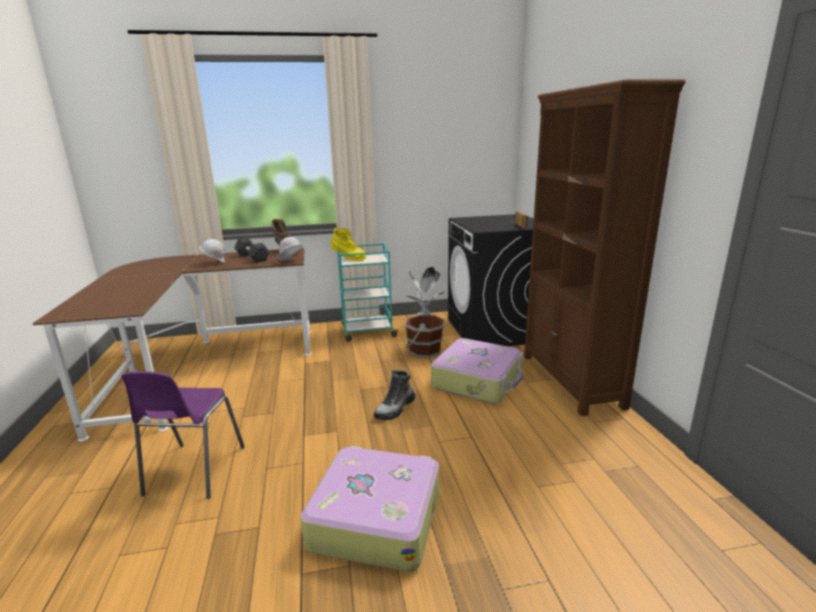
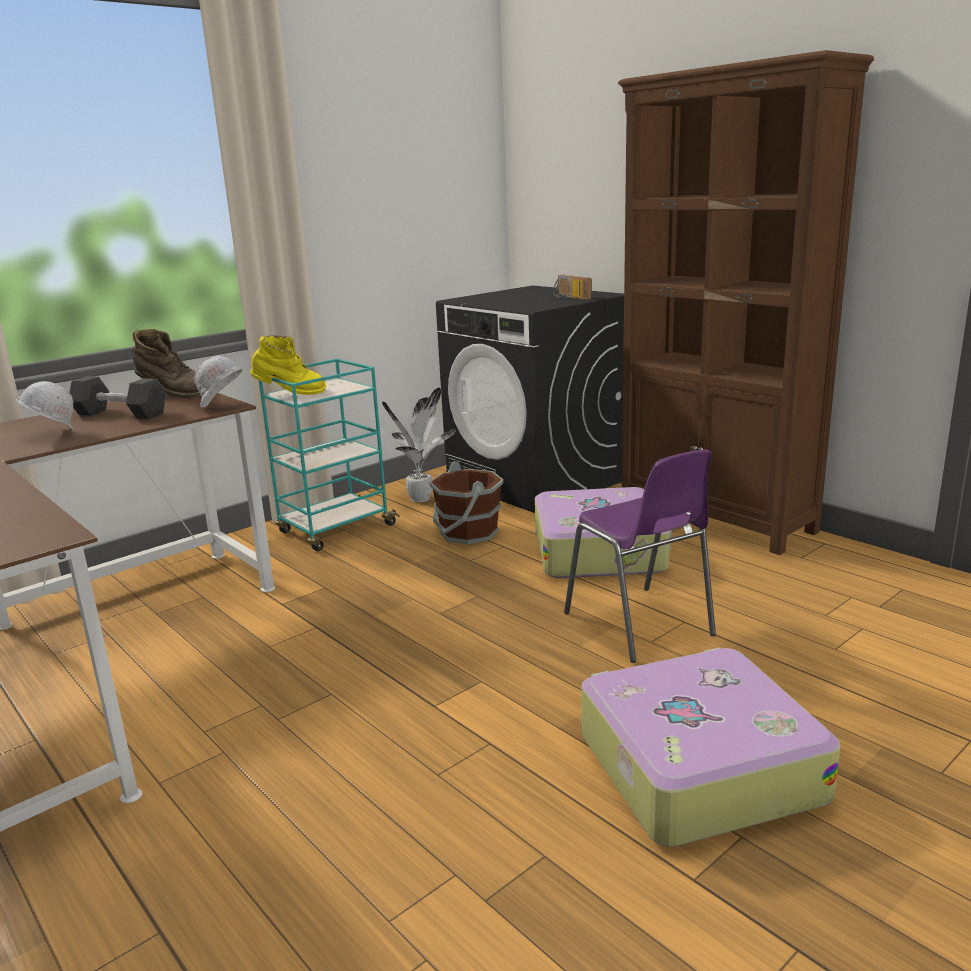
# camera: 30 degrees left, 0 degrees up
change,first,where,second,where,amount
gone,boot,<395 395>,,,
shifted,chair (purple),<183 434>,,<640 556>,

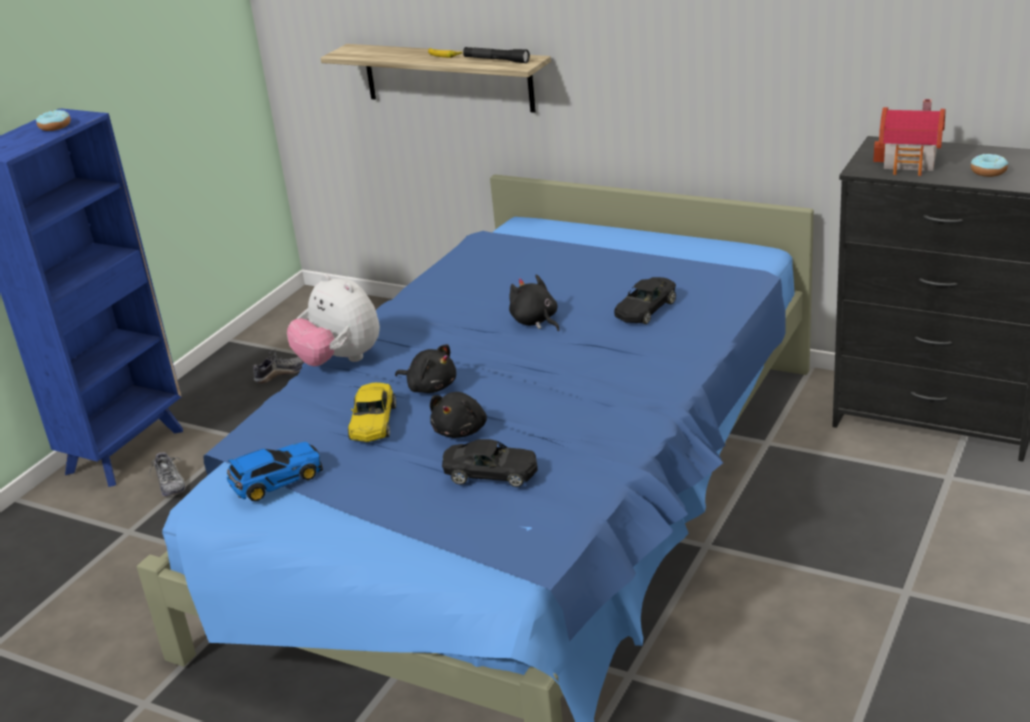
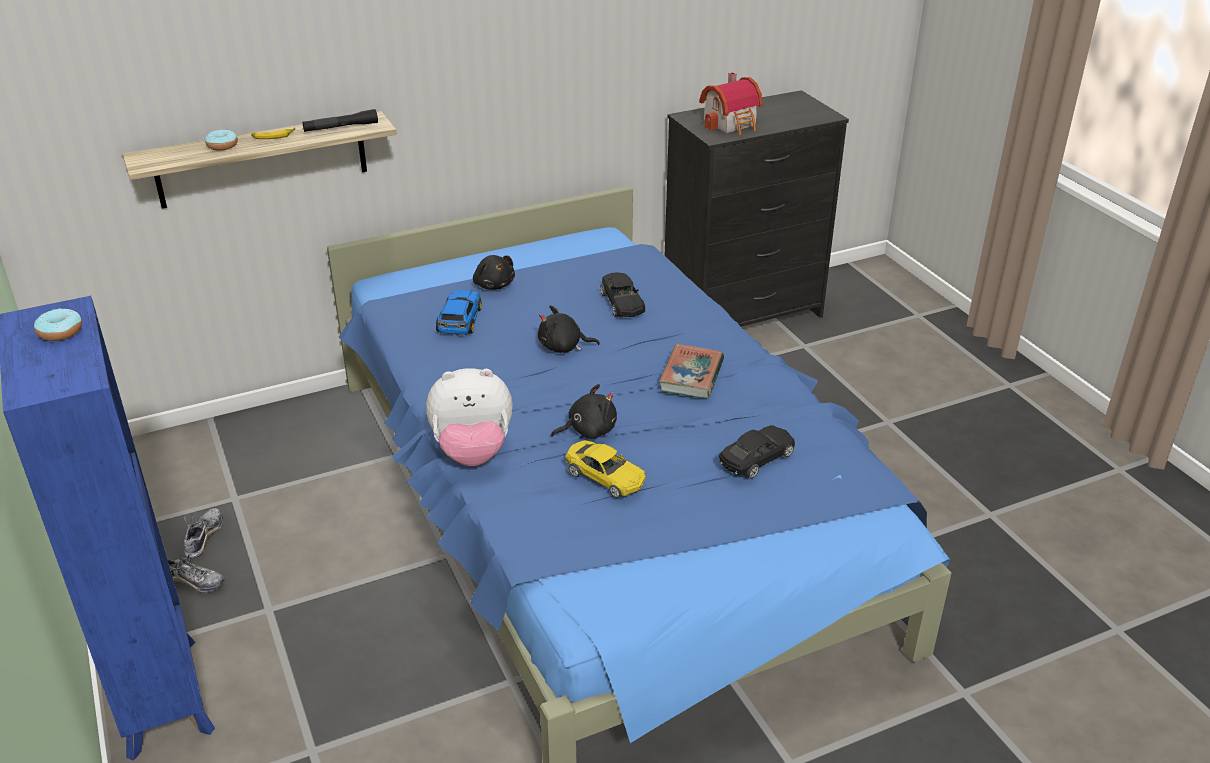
# camera: 55 degrees left, 5 degrees up
change,first,where,second,where,amount
shifted,donut,<989 165>,,<221 140>,
shifted,plush toy (black),<458 415>,,<494 272>,
shifted,toy car,<275 471>,,<459 312>,
shifted,shoe,<167 473>,,<196 572>,
new,,,book,<691 371>,

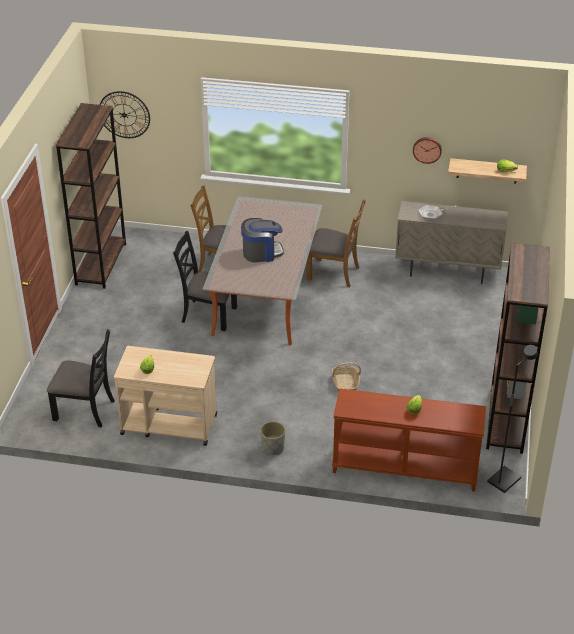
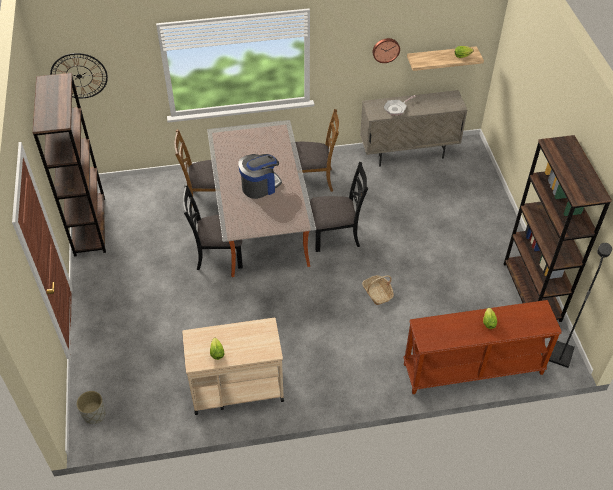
# camera: 20 degrees left, 10 degrees up
change,first,where,second,where,amount
shifted,chair (black),<81 378>,,<339 207>,
shifted,planter (grey),<272 438>,,<90 407>,

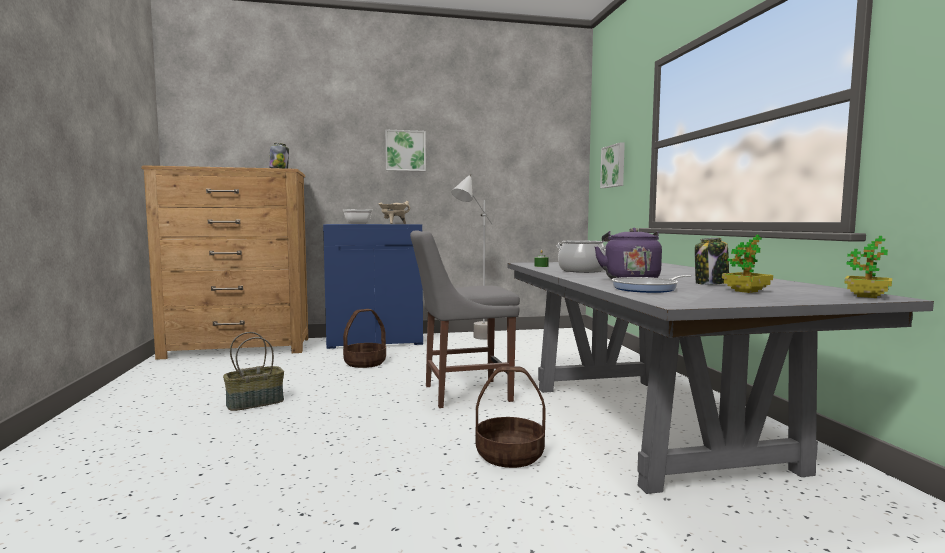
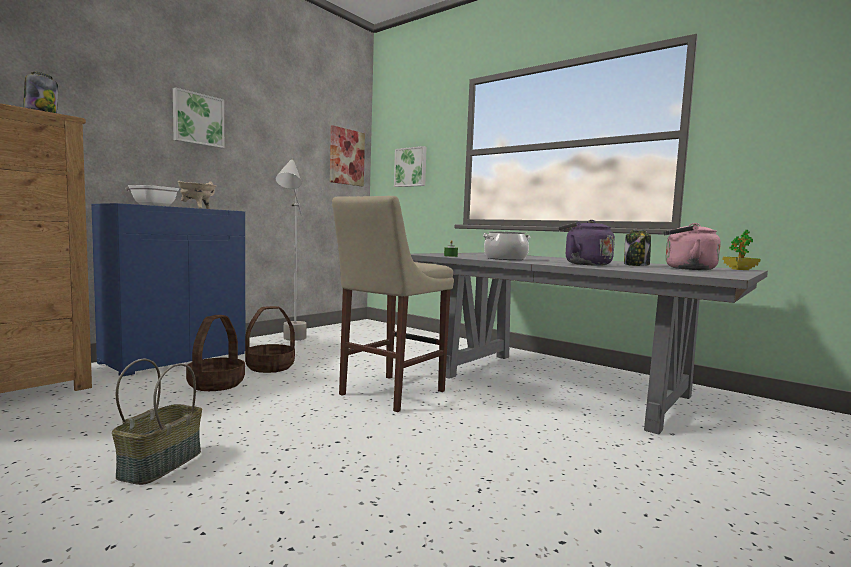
# camera: 40 degrees left, 0 degrees up
change,first,where,second,where,amount
swapped,chair (grey),<465 319>,stool (beige),<393 304>,
swapped,potted plant,<747 264>,kettle (pink),<692 246>,
gone,frying pan,<652 284>,,,
shifted,basket,<510 417>,,<270 339>,
new,,,picture,<347 155>,

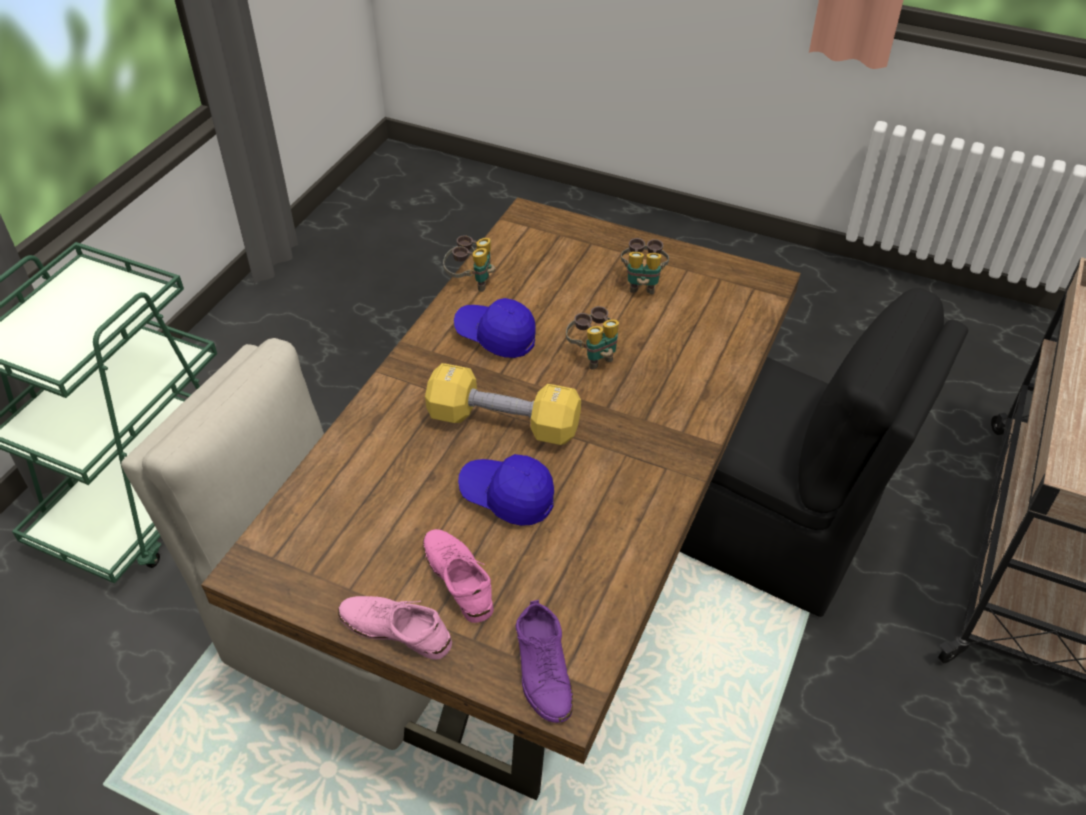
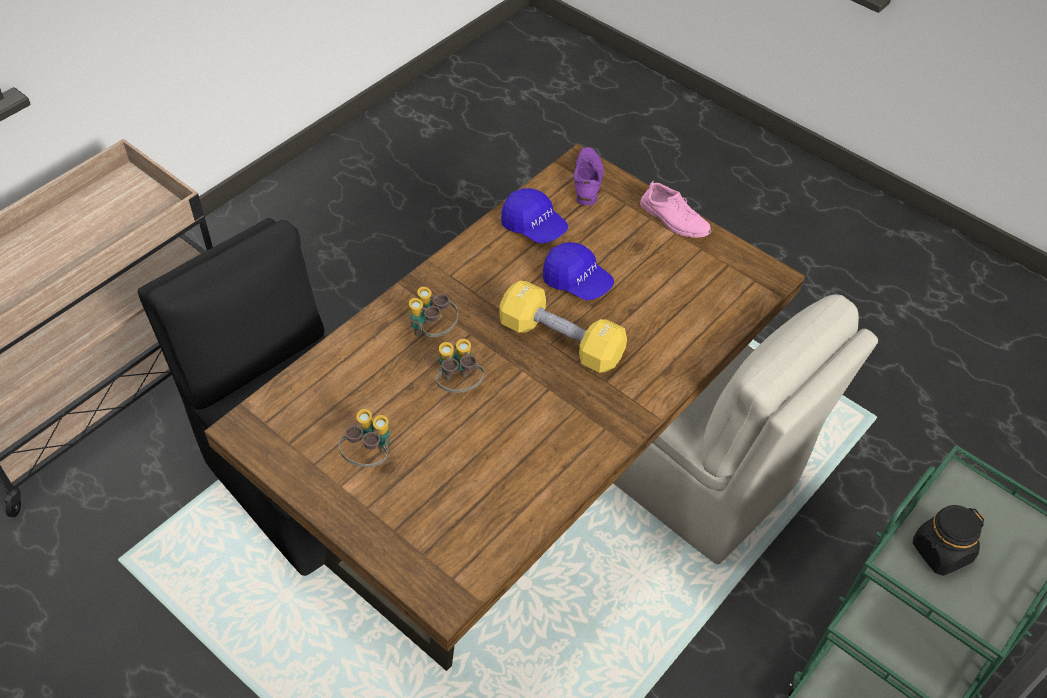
# camera: 165 degrees left, 5 degrees up
change,first,where,second,where,amount
shifted,binoculars,<469 264>,,<433 312>,
shifted,cap (blue),<495 328>,,<534 216>,
gone,shoe (pink),<458 576>,,,
new,,,jar (black),<948 540>,

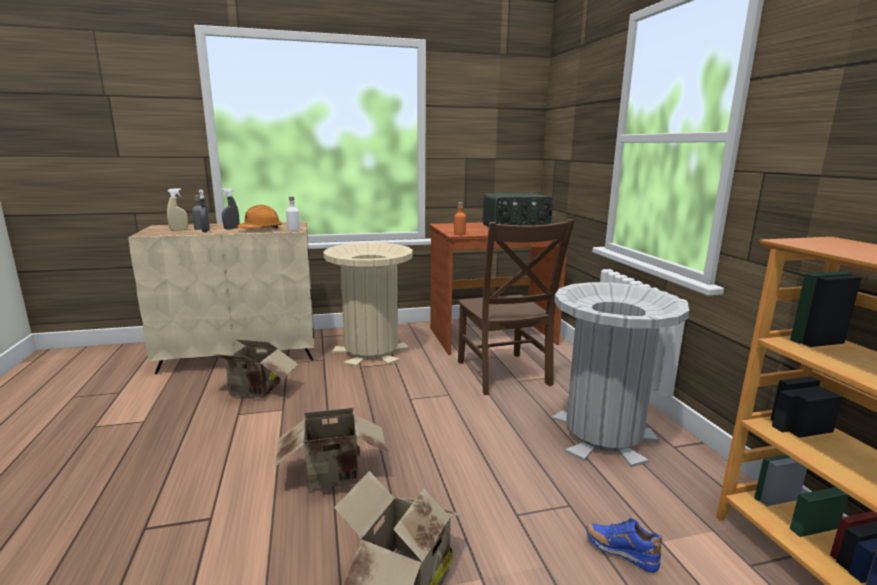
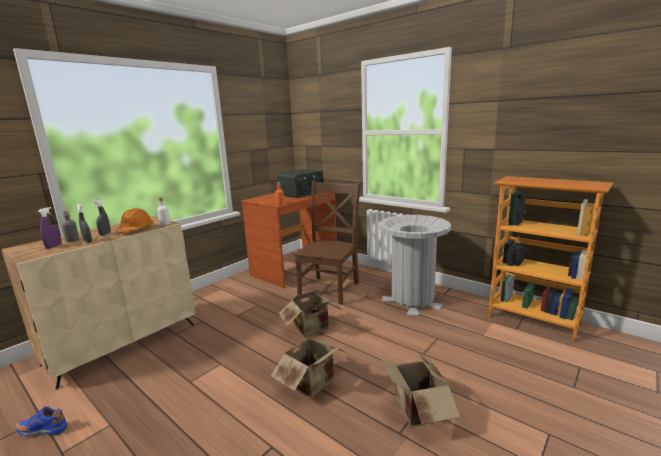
# camera: 35 degrees left, 0 degrees up
change,first,where,second,where,amount
repainted,spray bottle (beige),<177 209>,spray bottle (purple),<49 228>,
rotated,chair (brown),<516 307>,,<327 243>,105 degrees counterclockwise
gone,trash can (beige),<368 305>,,,
shifted,cardboard box,<254 368>,,<310 313>,
shifted,shoe (blue),<624 545>,,<41 421>,

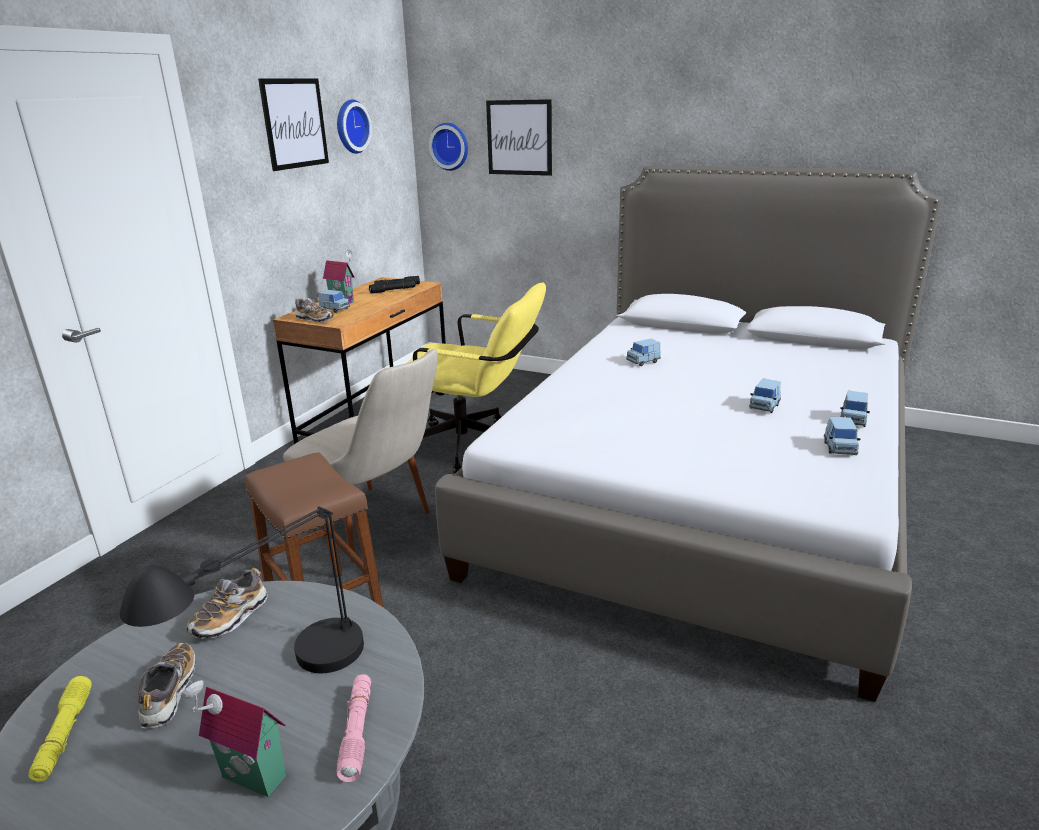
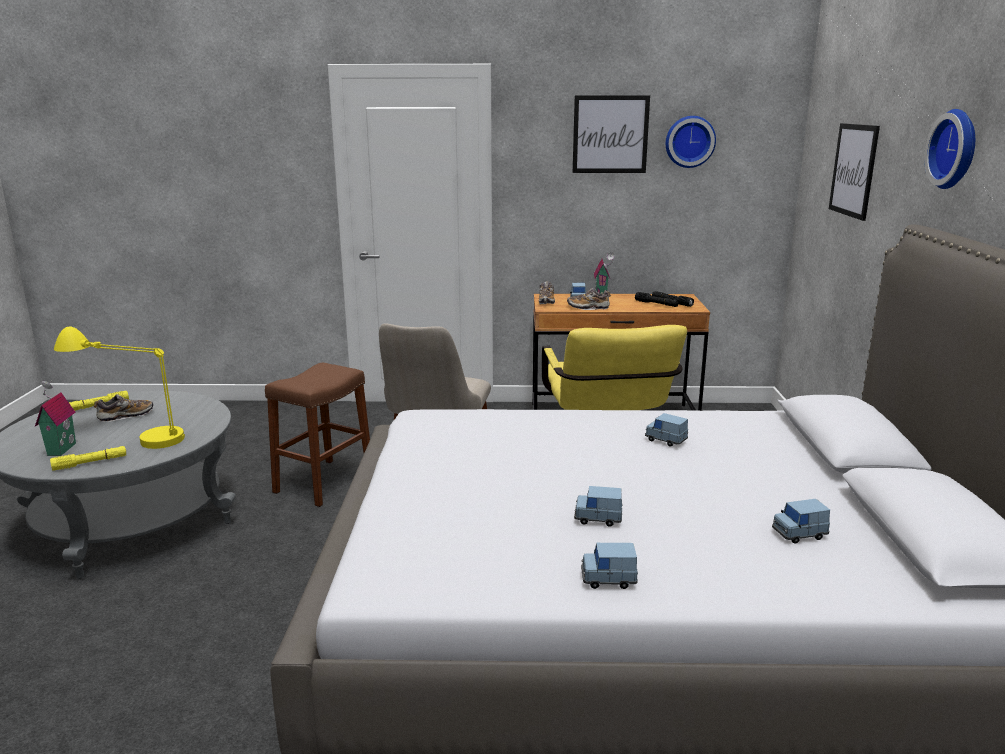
# camera: 65 degrees right, 5 degrees down
change,first,where,second,where,amount
shifted,wall clock,<448 147>,,<949 149>,
shifted,toy car (blue),<842 436>,,<801 521>,
repainted,table lamp (black),<241 589>,table lamp (yellow),<119 388>,
shifted,shoe,<227 603>,,<589 299>,
repainted,flashlight (pink),<354 728>,flashlight (yellow),<88 458>,

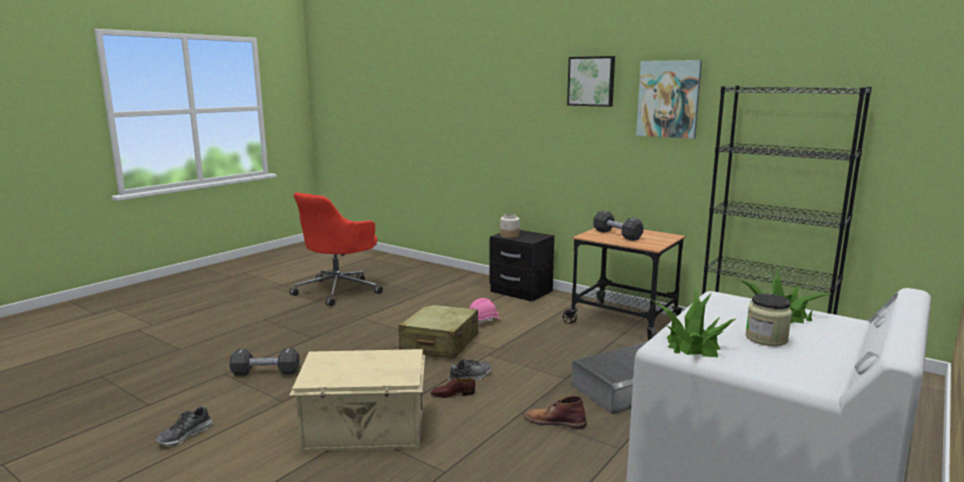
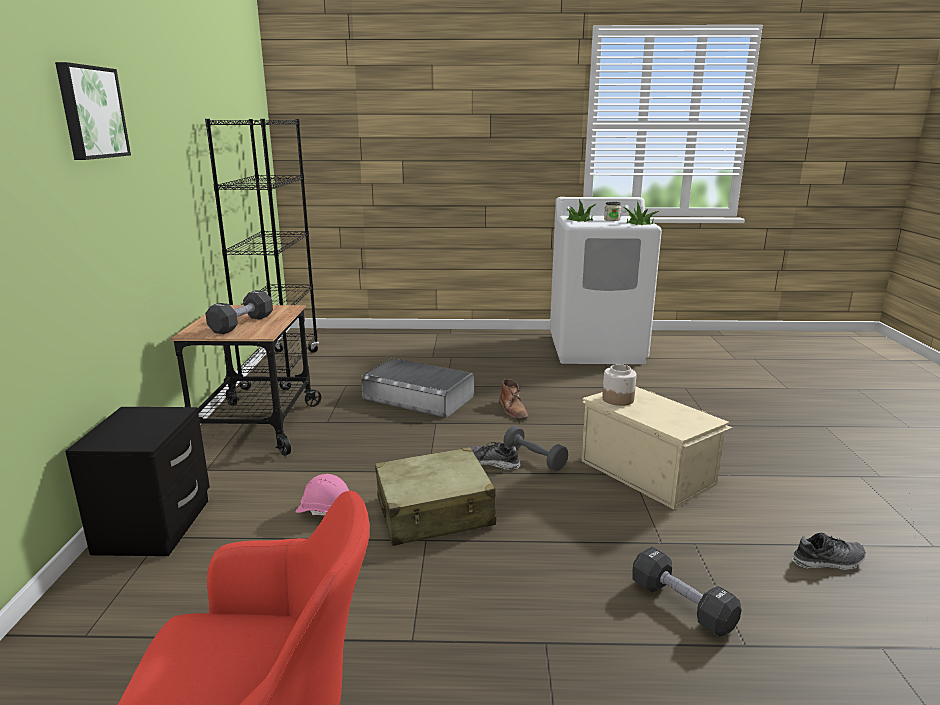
# camera: 125 degrees left, 5 degrees up
change,first,where,second,where,amount
gone,picture,<669 99>,,,
shifted,jar,<510 226>,,<619 385>,
swapped,shoe (brown),<453 387>,dumbbell (grey),<535 448>,

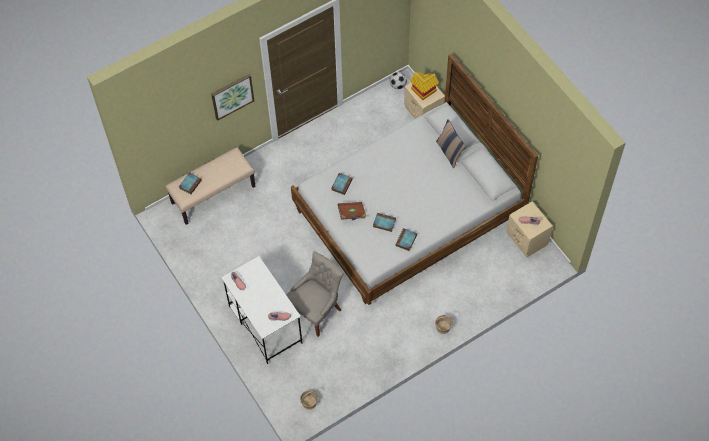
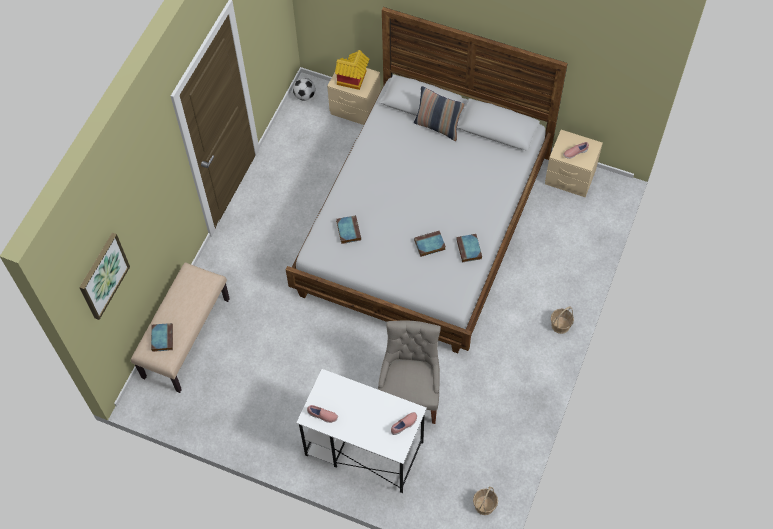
# camera: 35 degrees left, 0 degrees up
change,first,where,second,where,amount
shifted,picture,<232 97>,,<104 276>,
gone,book (brown),<351 211>,,,

